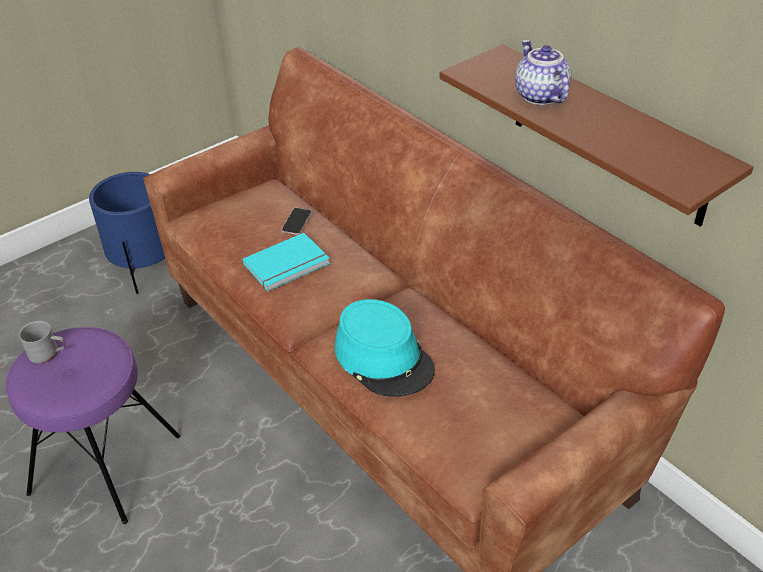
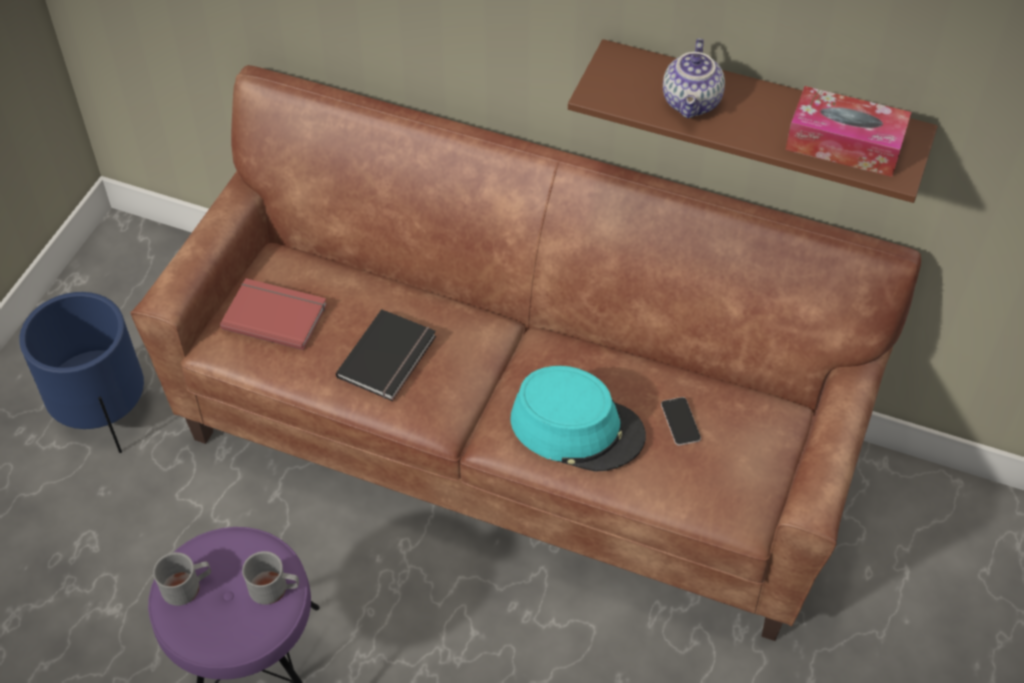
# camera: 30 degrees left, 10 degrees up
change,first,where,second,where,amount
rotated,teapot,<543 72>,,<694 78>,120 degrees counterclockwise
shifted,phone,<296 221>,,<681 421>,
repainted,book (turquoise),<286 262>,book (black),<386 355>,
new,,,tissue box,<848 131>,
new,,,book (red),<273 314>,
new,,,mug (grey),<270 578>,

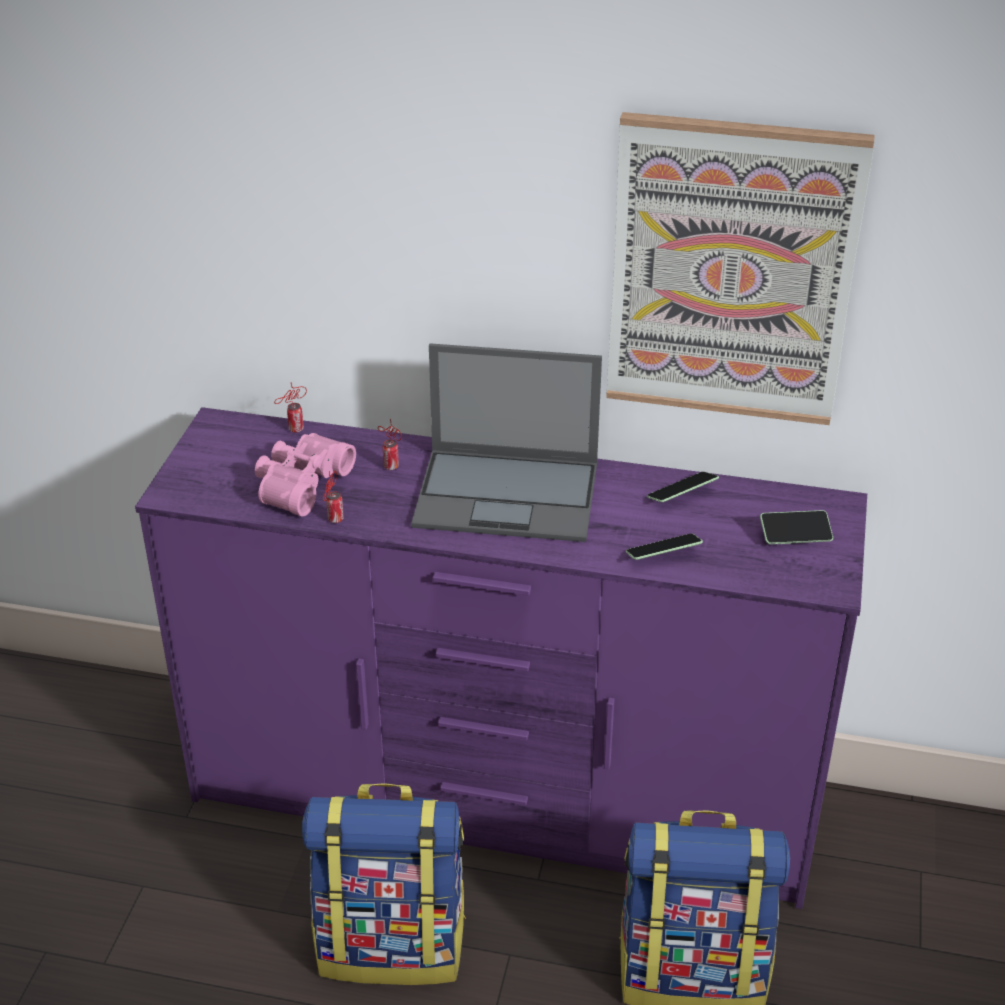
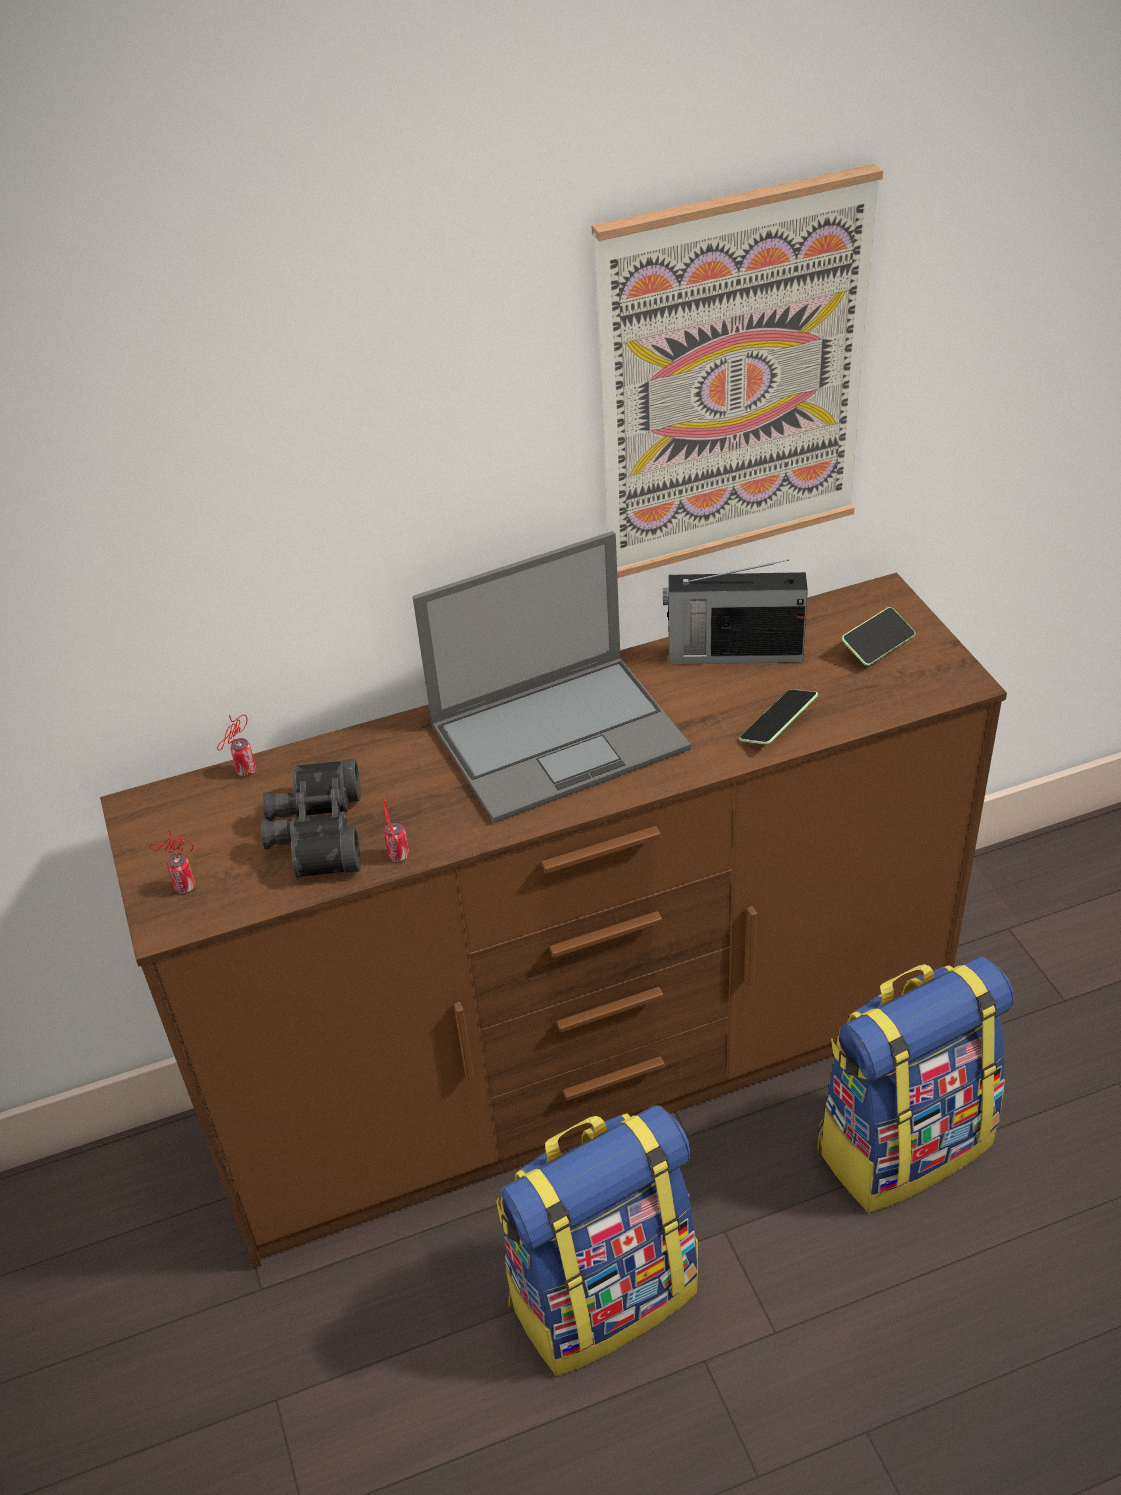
# camera: 30 degrees left, 5 degrees up
change,first,where,second,where,amount
repainted,dresser (purple),<501 658>,dresser (brown),<553 920>,
shifted,can,<390 444>,,<172 861>,
repainted,binoculars (pink),<305 475>,binoculars (black),<311 818>,
swapped,phone,<683 487>,radio,<735 612>,

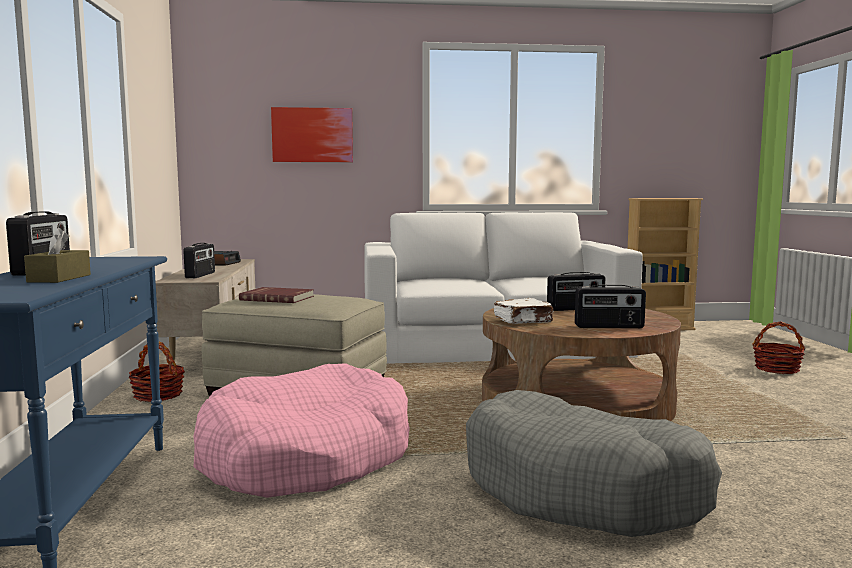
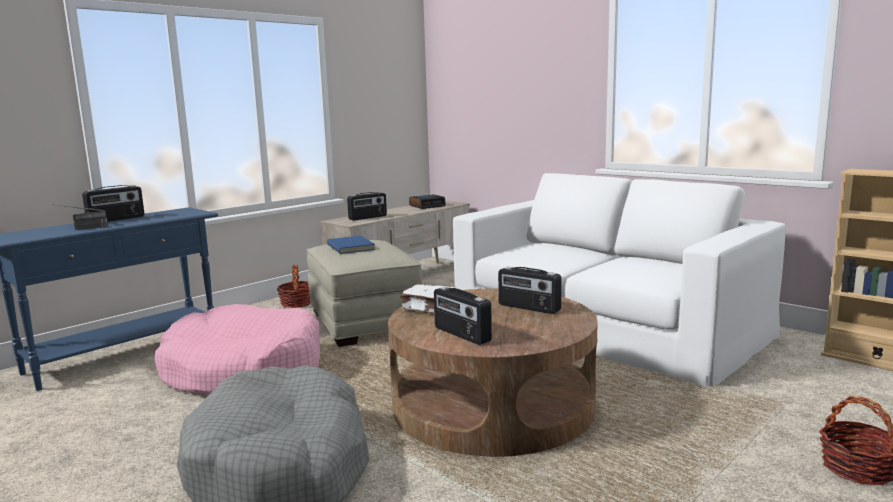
# camera: 50 degrees right, 5 degrees up
change,first,where,second,where,amount
gone,picture,<312 134>,,,
swapped,tissue box (brown),<57 255>,radio,<80 217>,
repainted,book (red),<276 295>,book (blue),<351 245>,

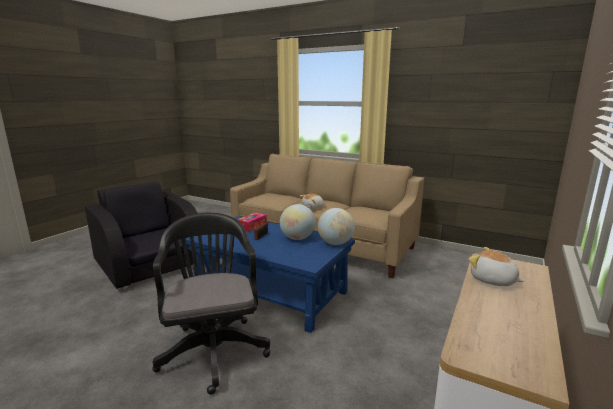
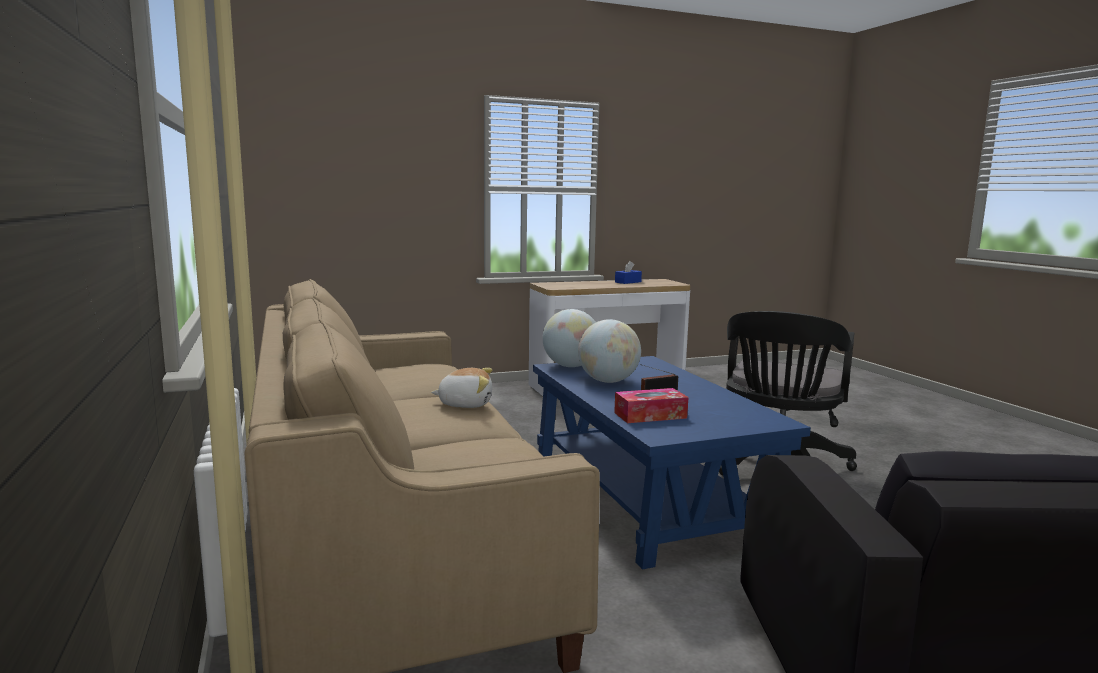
# camera: 140 degrees left, 5 degrees down
change,first,where,second,where,amount
gone,plush toy,<496 266>,,,
new,,,tissue box (blue),<628 272>,

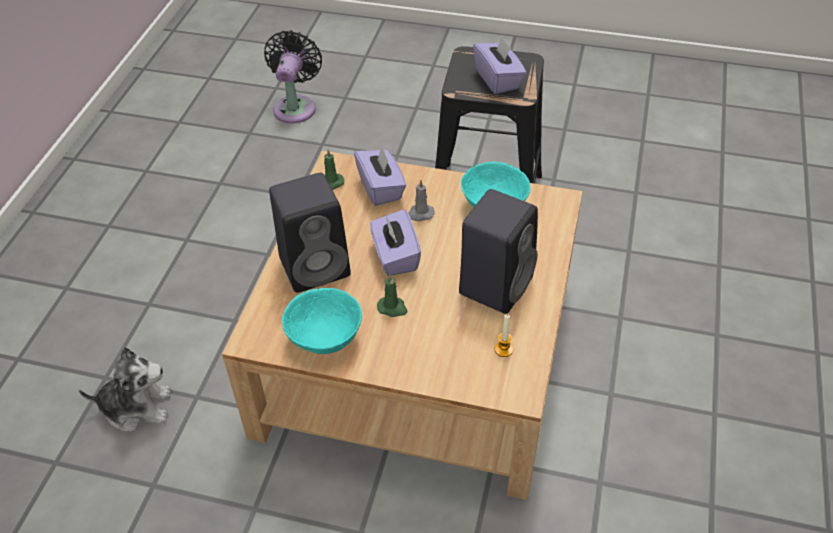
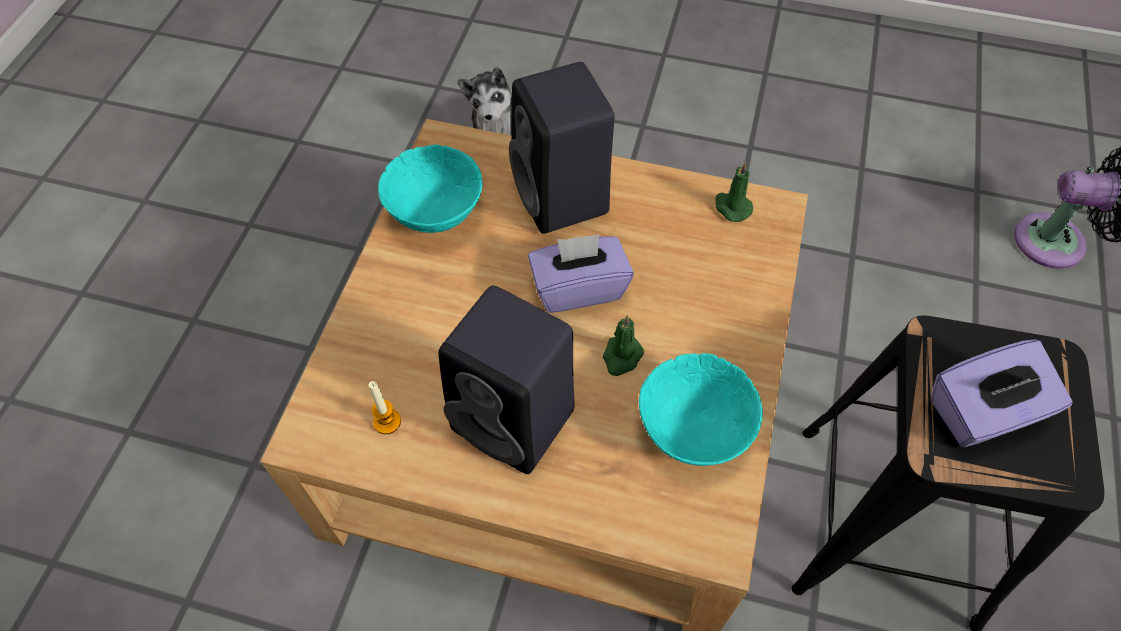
# camera: 90 degrees right, 10 degrees up
change,first,where,second,where,amount
gone,tissue box (purple),<380 176>,,,
gone,candle (grey),<421 200>,,,
shifted,candle (green),<392 295>,,<623 345>,

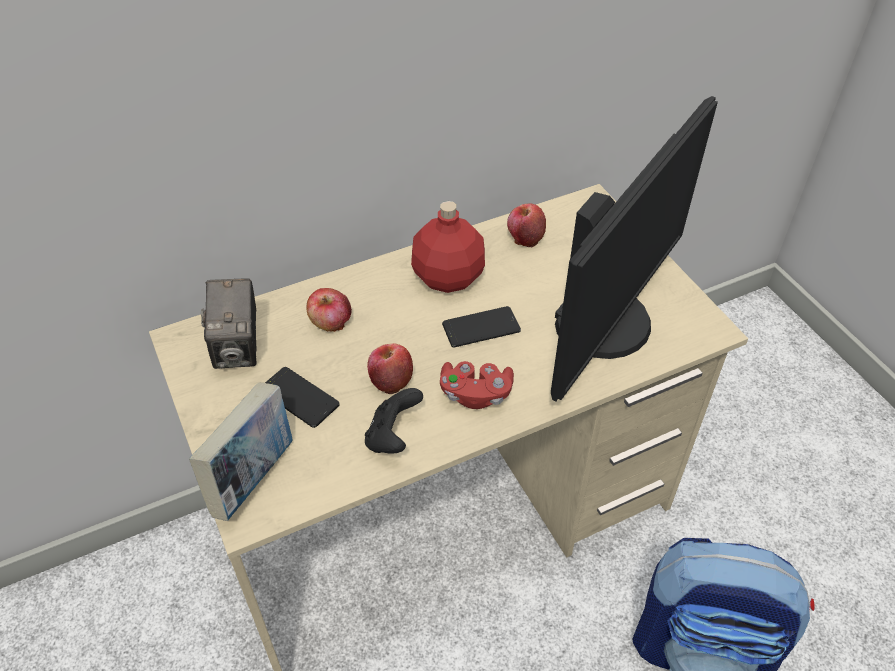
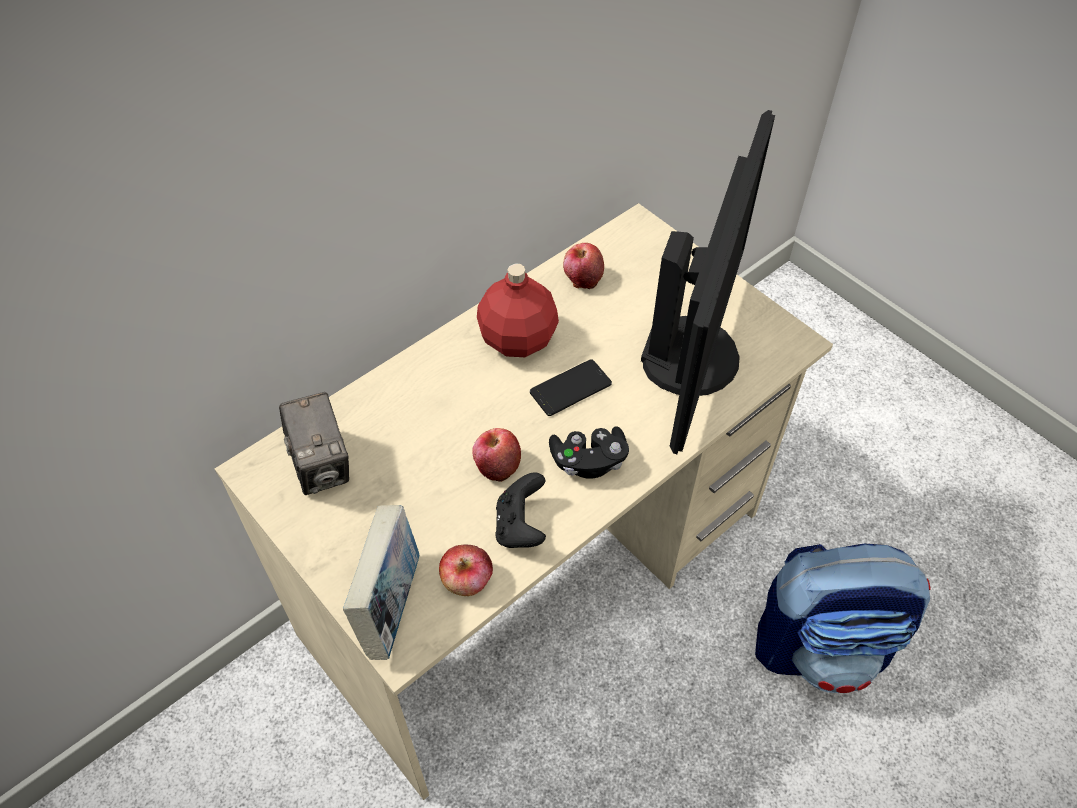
# camera: 15 degrees left, 5 degrees up
change,first,where,second,where,amount
shifted,apple,<329 310>,,<466 570>,
repainted,game controller (red),<477 385>,game controller (black),<589 452>,
gone,phone,<302 397>,,,

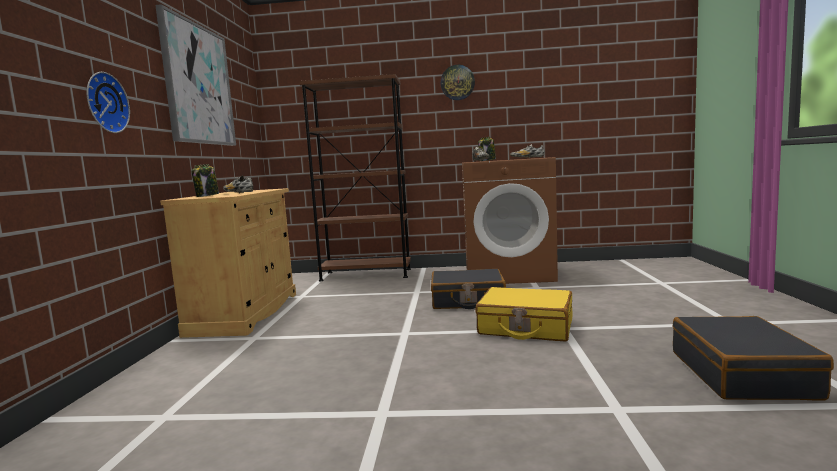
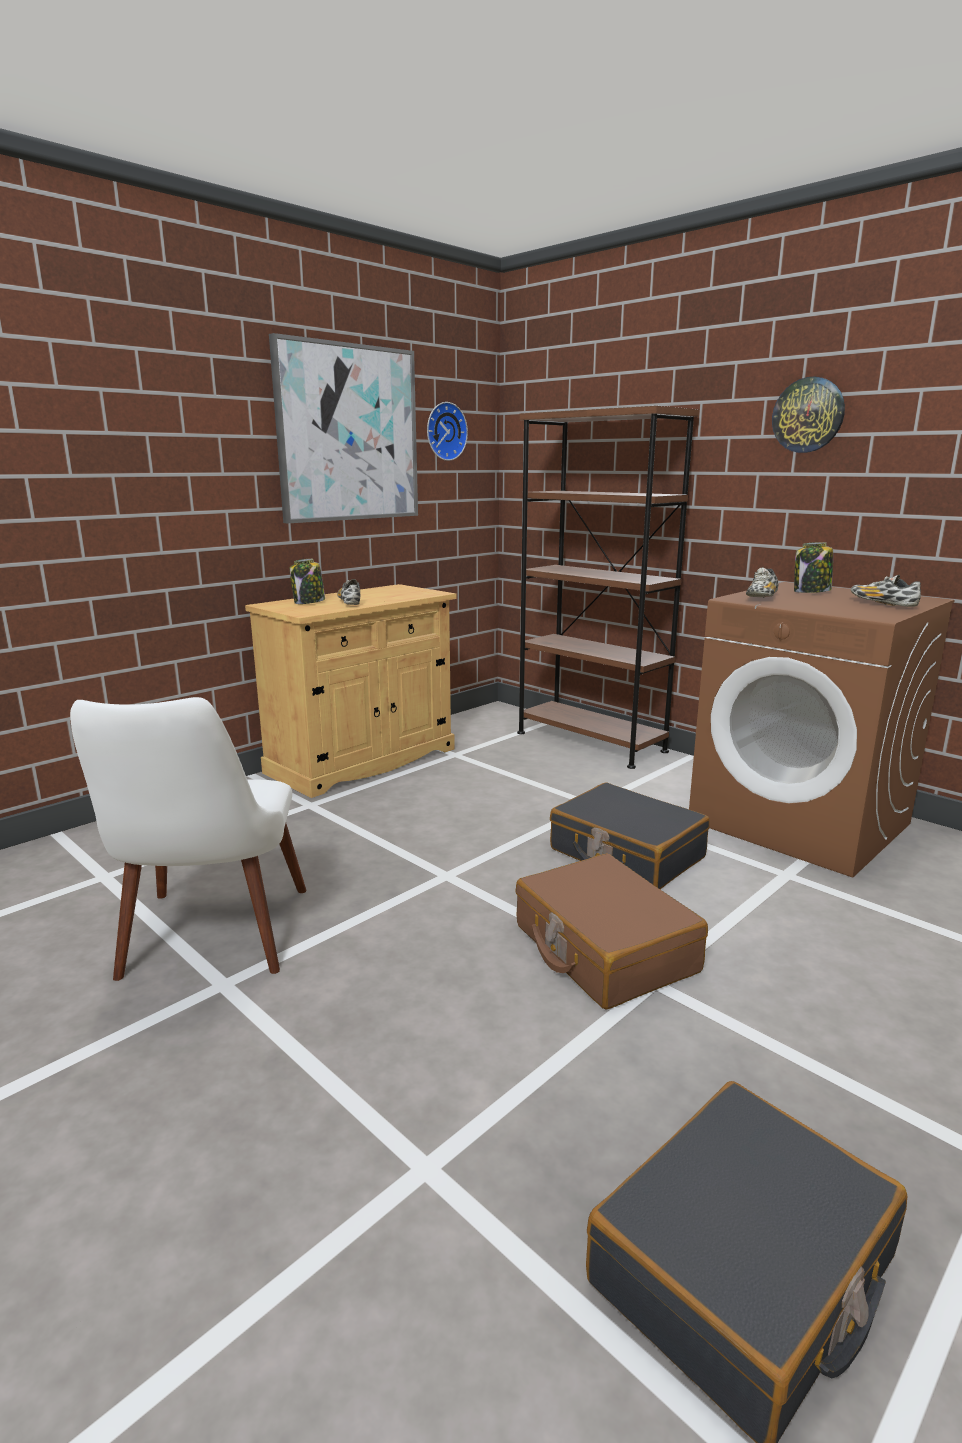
# camera: 40 degrees right, 10 degrees up
change,first,where,second,where,amount
shifted,wall clock,<108 102>,,<447 431>,
repainted,suitcase (yellow),<524 314>,suitcase (brown),<612 931>,
new,,,chair (white),<188 839>,

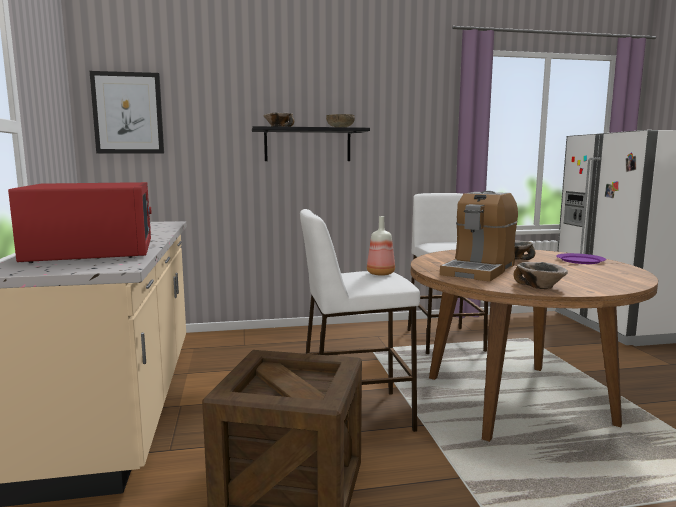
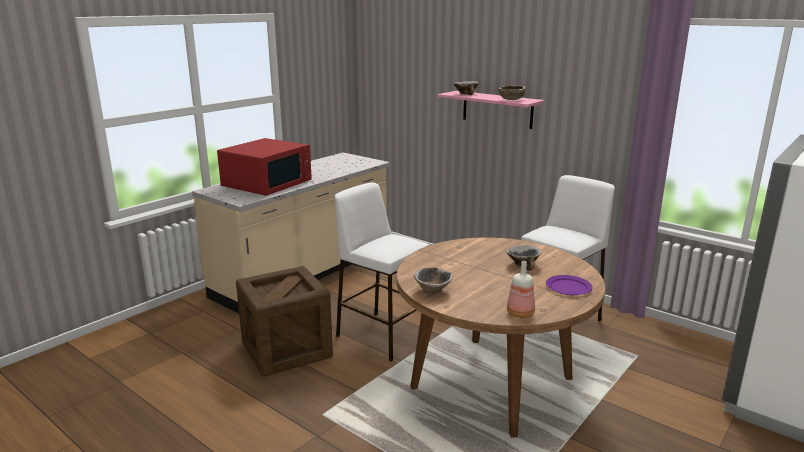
# camera: 50 degrees right, 10 degrees up
change,first,where,second,where,amount
gone,picture,<127 112>,,,
repainted,shelf (black),<311 143>,shelf (pink),<491 110>,
gone,coffee machine,<479 236>,,,
shifted,bottle,<381 246>,,<521 289>,

